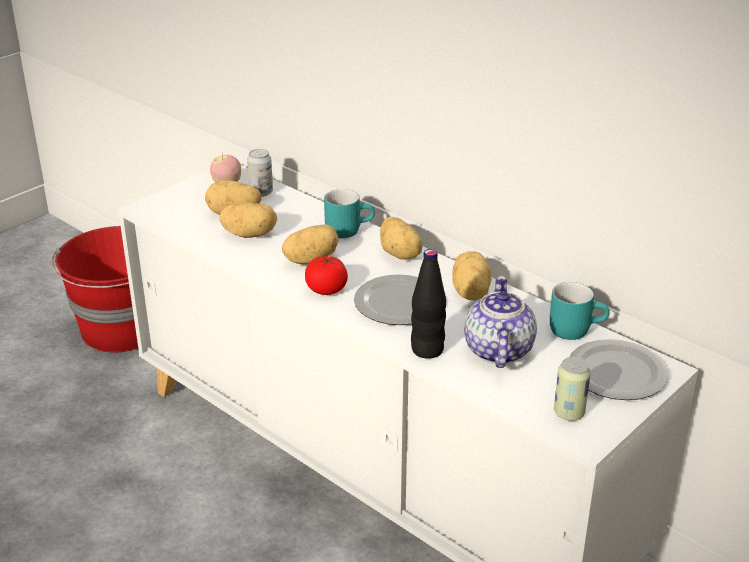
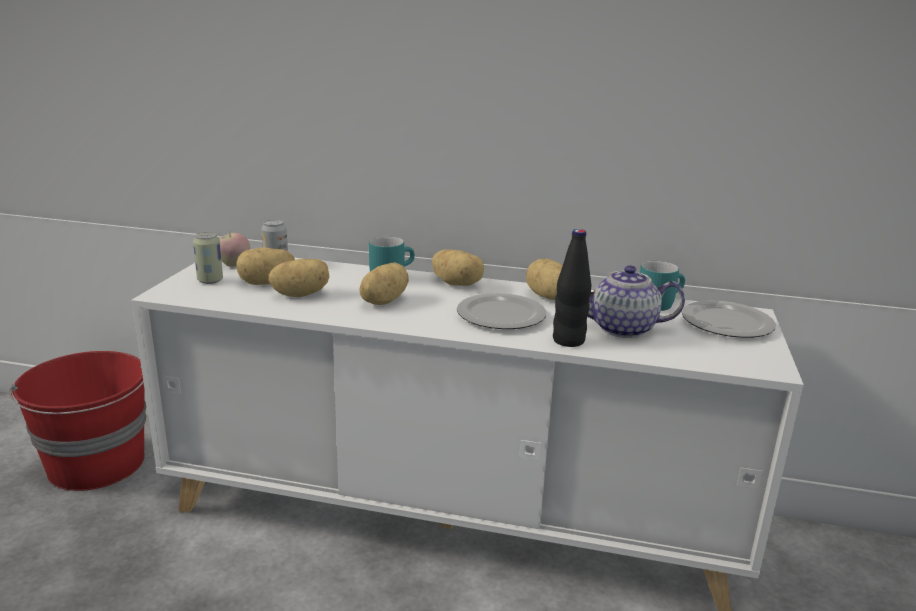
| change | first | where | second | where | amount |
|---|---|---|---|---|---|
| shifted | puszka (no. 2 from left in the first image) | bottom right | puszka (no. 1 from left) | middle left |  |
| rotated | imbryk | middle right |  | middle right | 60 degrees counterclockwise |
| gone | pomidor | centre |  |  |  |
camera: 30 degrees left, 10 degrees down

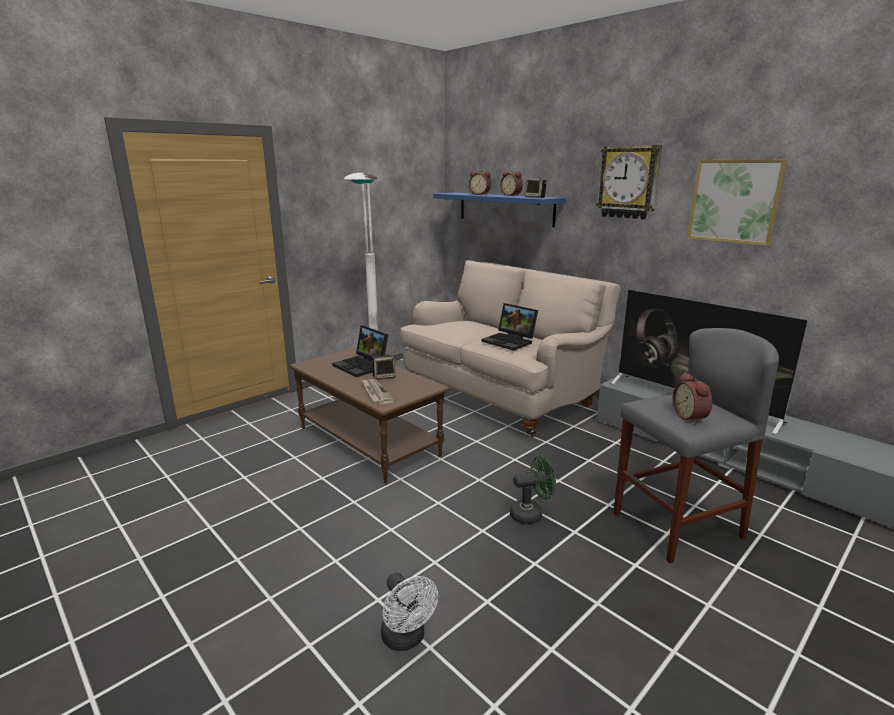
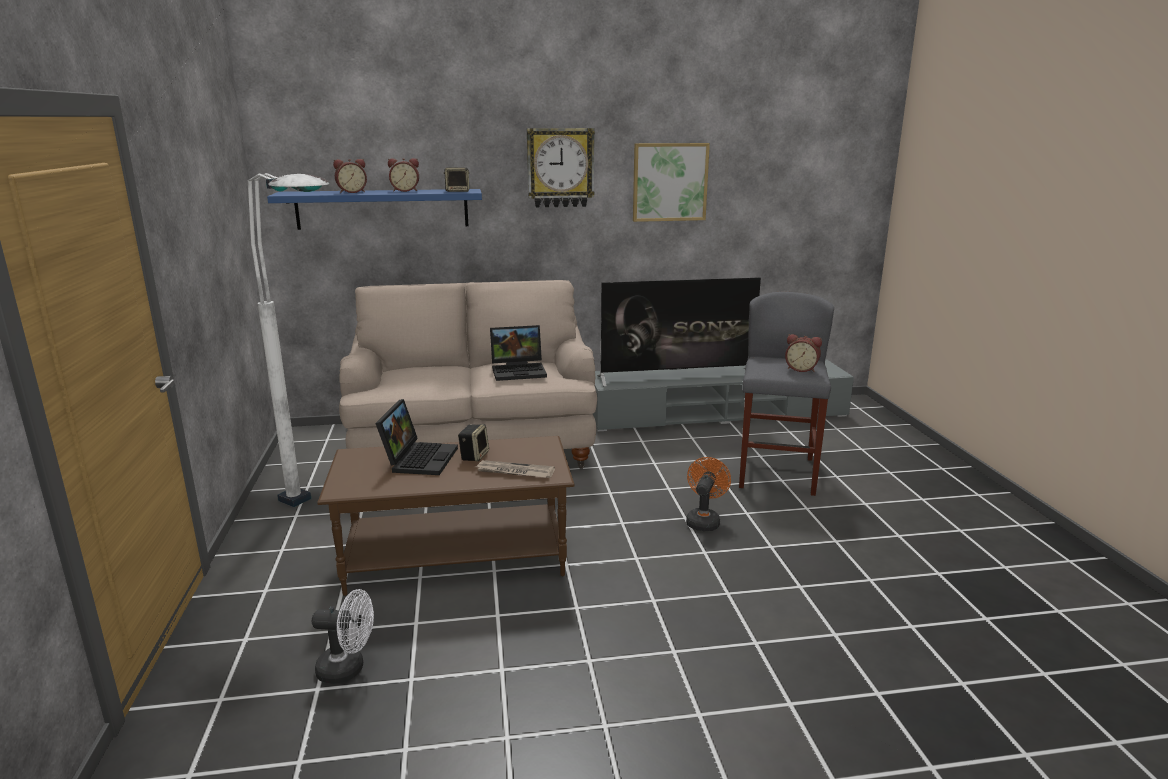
| change | first | where | second | where | amount |
|---|---|---|---|---|---|
| shifted | wentylator [biały] | bottom centre |  | bottom left |  |
| rotated | laptop (no. 1 from left) | centre |  | centre | 75 degrees counterclockwise |
| repainted | wentylator [zielony] | bottom centre | wentylator [pomarańczowy] | centre |  |
camera: 55 degrees left, 0 degrees up

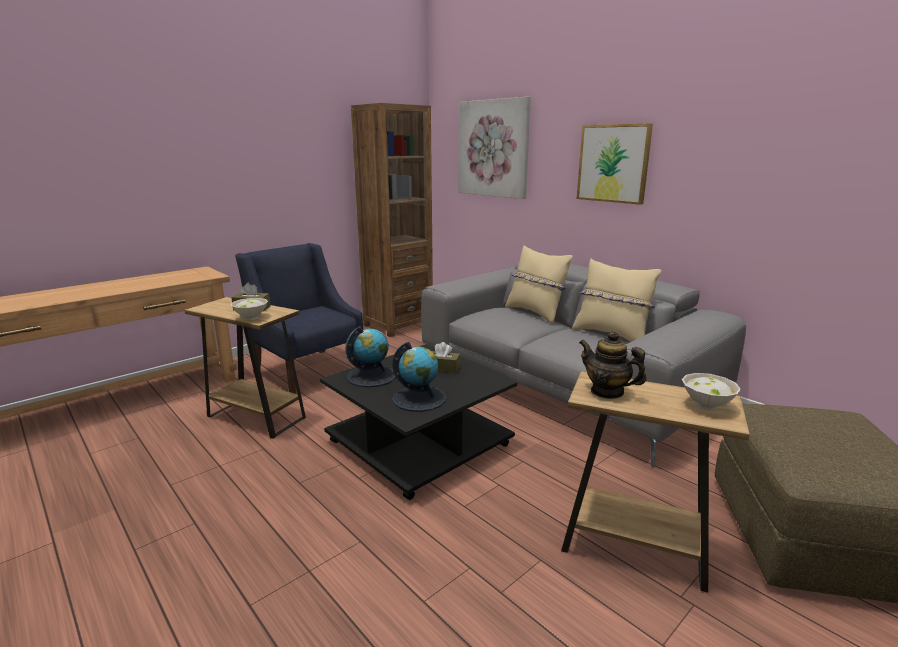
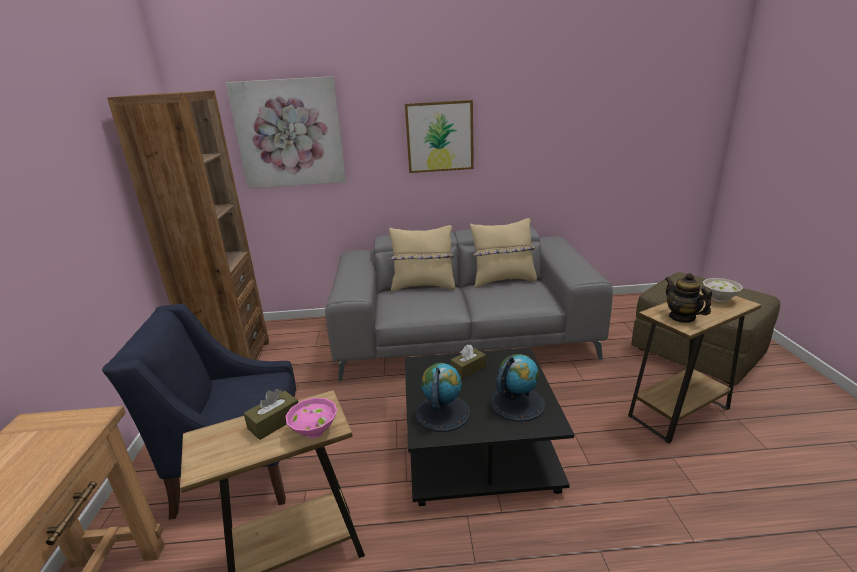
| change | first | where | second | where | amount |
|---|---|---|---|---|---|
| repainted | miska [biały] (no. 1 from left) | middle left | miska [różowy] | bottom centre |  |
| rotated | imbryk | middle right |  | middle right | 75 degrees clockwise |
camera: 50 degrees left, 5 degrees up

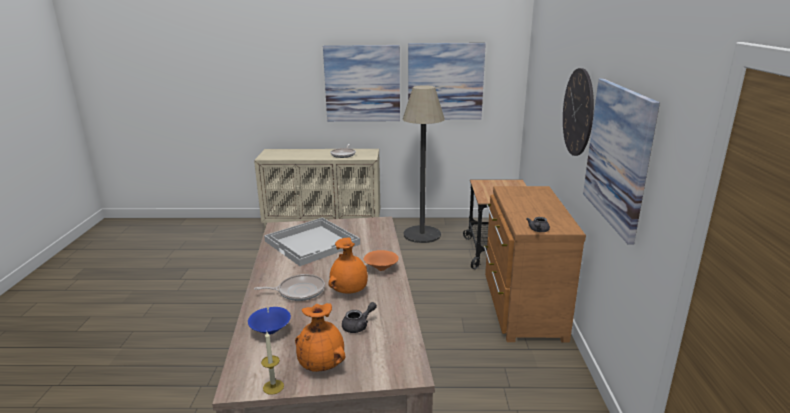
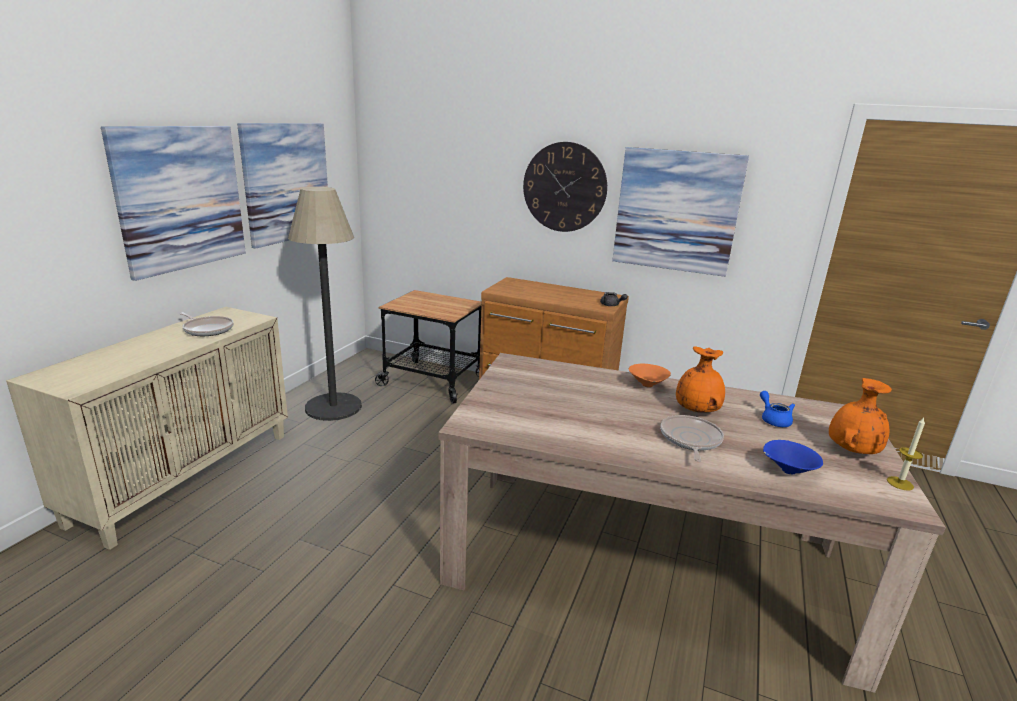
| change | first | where | second | where | amount |
|---|---|---|---|---|---|
| repainted | imbryk [szary] (no. 1 from left) | bottom centre | imbryk [niebieski] | middle right |  |
| gone | taca [biały] | centre |  |  |  |
camera: 70 degrees left, 0 degrees up

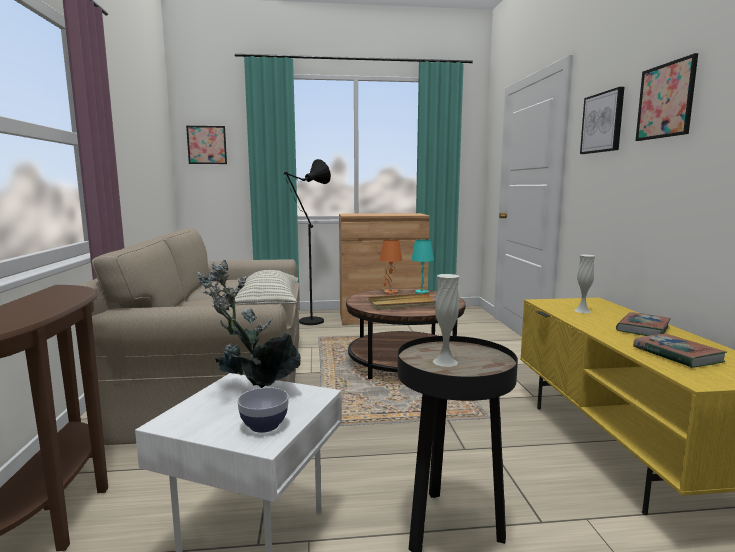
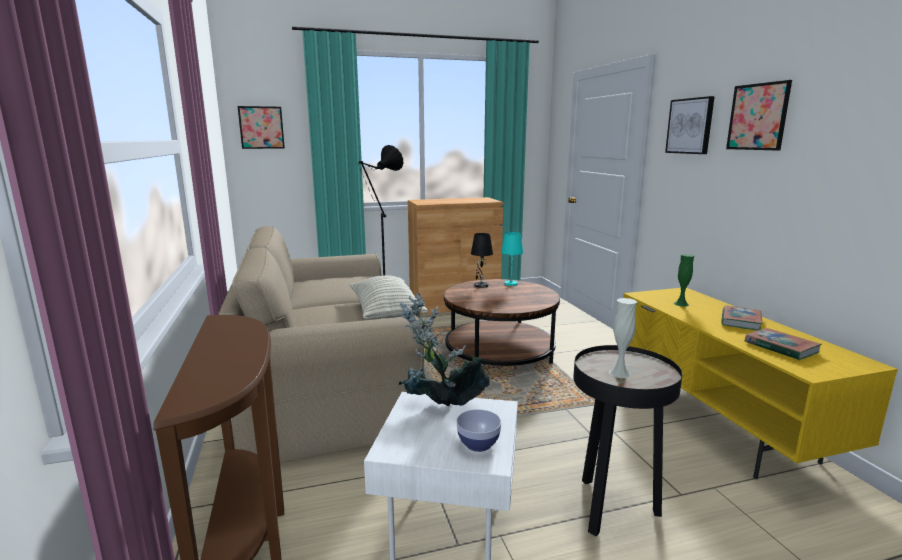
| change | first | where | second | where | amount |
|---|---|---|---|---|---|
| repainted | lampa stołowa [pomarańczowy] | centre | lampa stołowa [czarny] | centre |  |
| repainted | wazon [biały] (no. 2 from left) | middle right | wazon [zielony] | middle right |  |
| gone | taca [beżowy] | centre |  |  |  |
camera: 10 degrees left, 5 degrees up

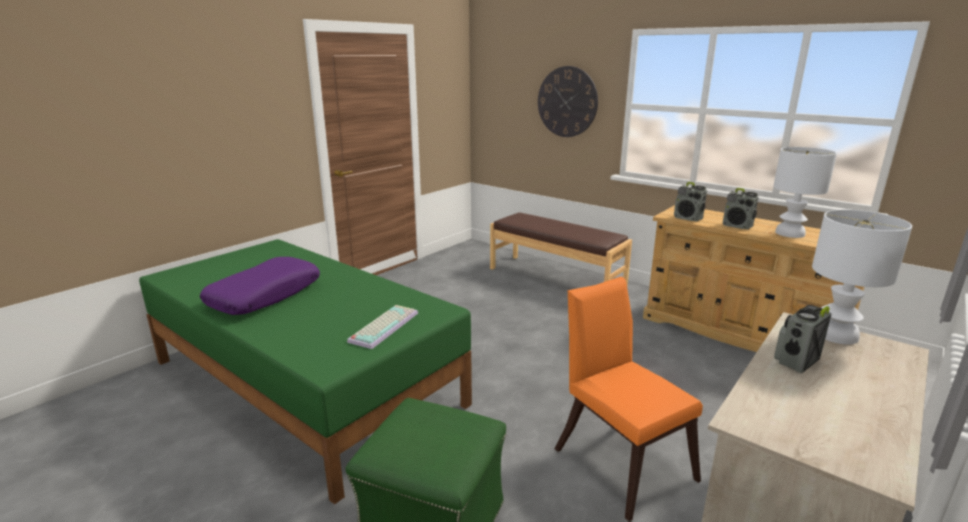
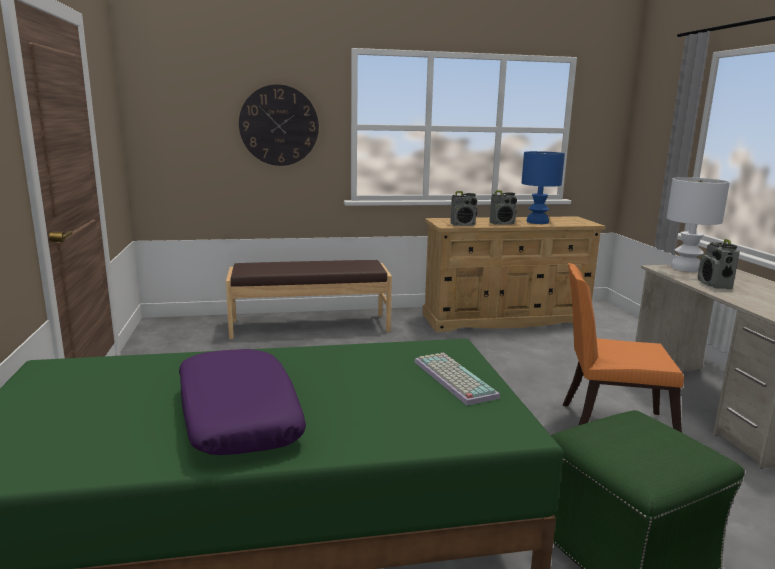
| change | first | where | second | where | amount |
|---|---|---|---|---|---|
| repainted | lampa stołowa [biały] (no. 1 from left) | middle right | lampa stołowa [niebieski] | top right |  |
camera: 50 degrees left, 5 degrees down

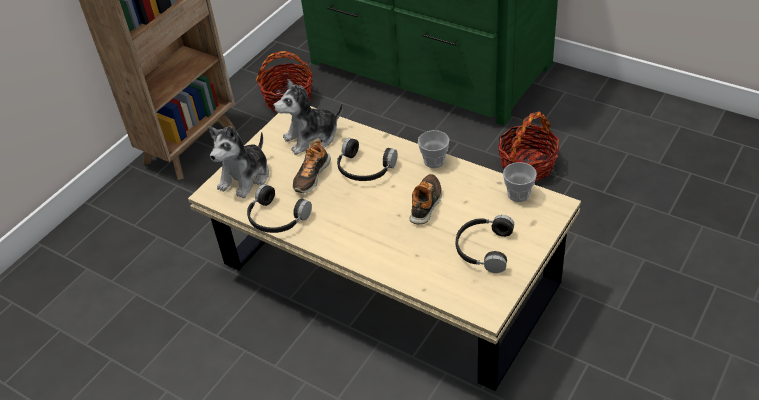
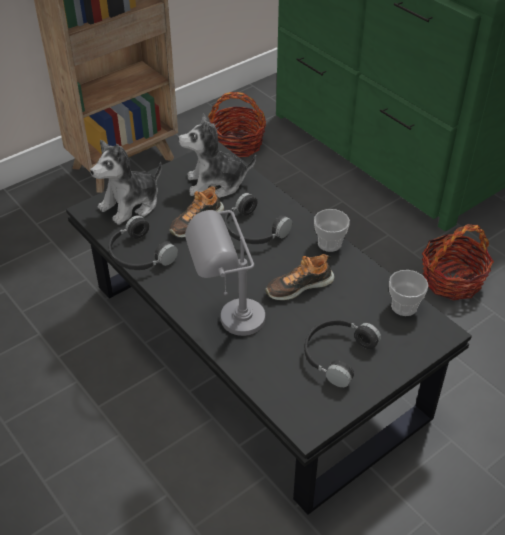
| change | first | where | second | where | amount |
|---|---|---|---|---|---|
| repainted | ława [beżowy] | centre | ława [czarny] | centre |  |
| new |  |  | lampa stołowa [szary] | centre |  |
| rotated | but (no. 2 from left) | centre |  | centre | 150 degrees counterclockwise |
camera: 15 degrees right, 0 degrees up

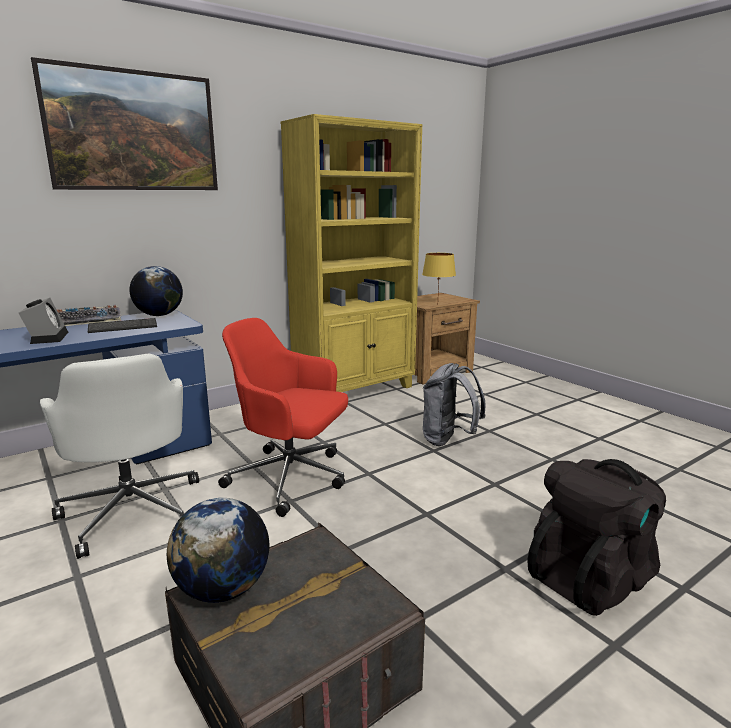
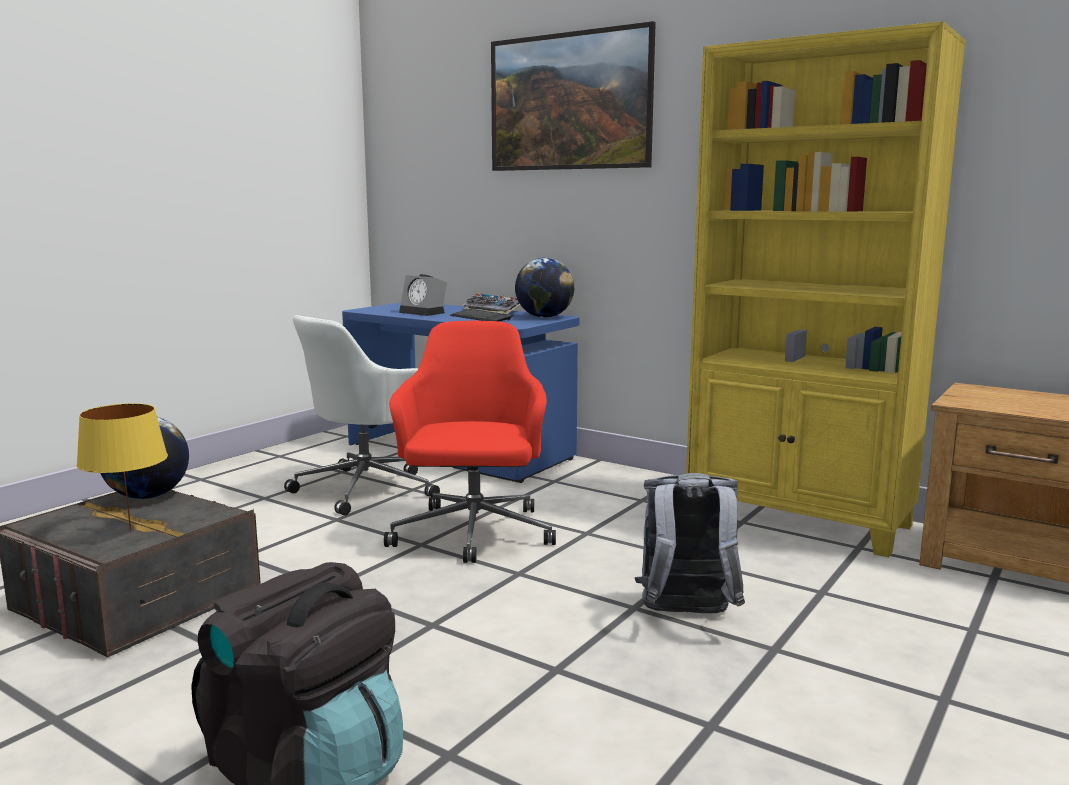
| change | first | where | second | where | amount |
|---|---|---|---|---|---|
| shifted | lampa stołowa [żółty] | centre |  | middle left |  |
| rotated | budzik | middle left |  | centre | 75 degrees clockwise |
camera: 70 degrees right, 5 degrees down

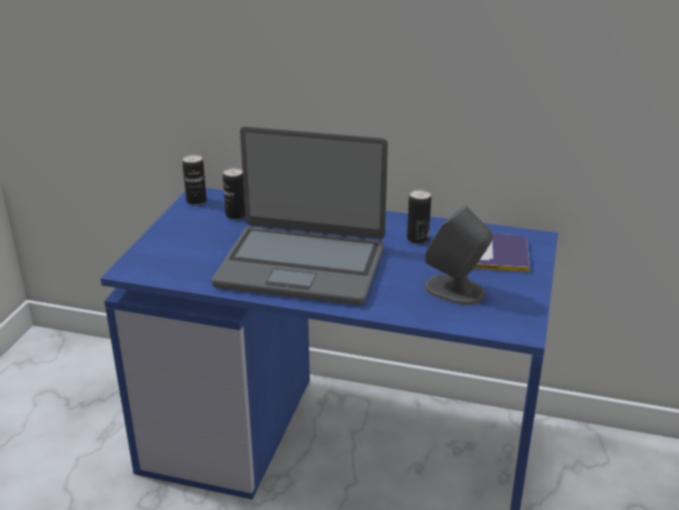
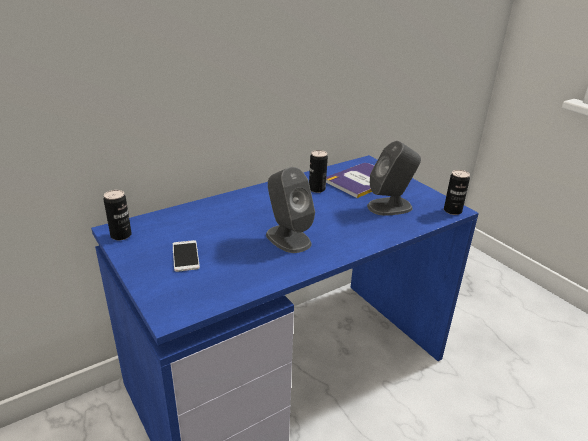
| change | first | where | second | where | amount |
|---|---|---|---|---|---|
| new |  |  | telefon | middle left |  |
| swapped | laptop | centre | głośnik [szary] (no. 1 from left) | centre |  |
| shifted | puszka (no. 2 from left in the first image) | centre | puszka (no. 3 from left) | middle right |  |
camera: 50 degrees left, 0 degrees up

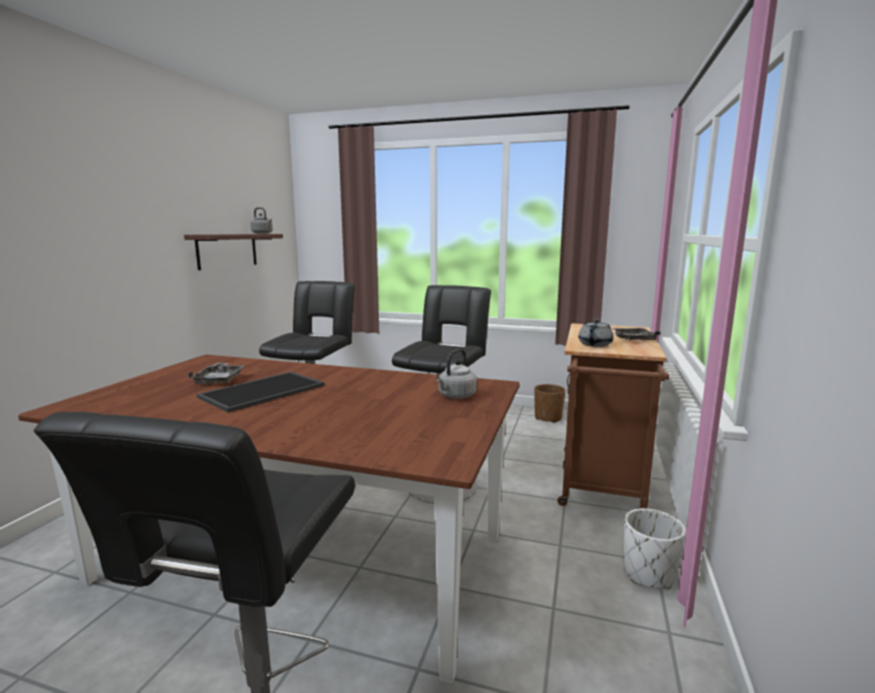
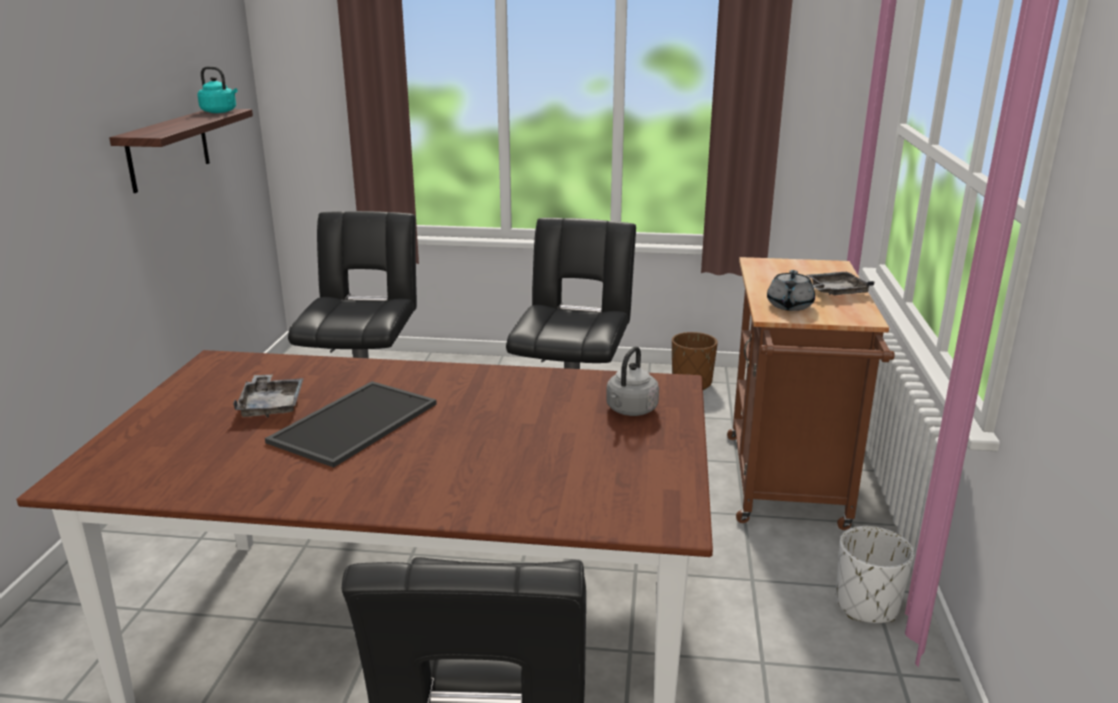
| change | first | where | second | where | amount |
|---|---|---|---|---|---|
| repainted | czajnik [szary] (no. 1 from left) | top left | czajnik [turkusowy] | top left |  |
camera: 10 degrees left, 10 degrees up

